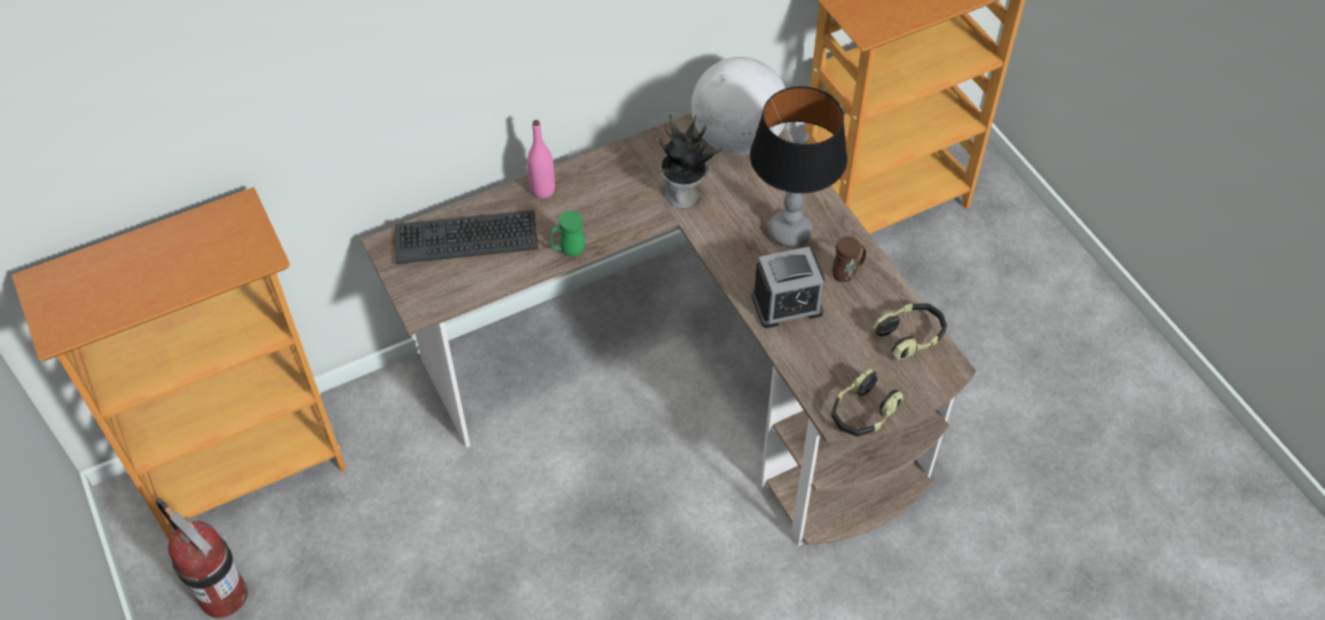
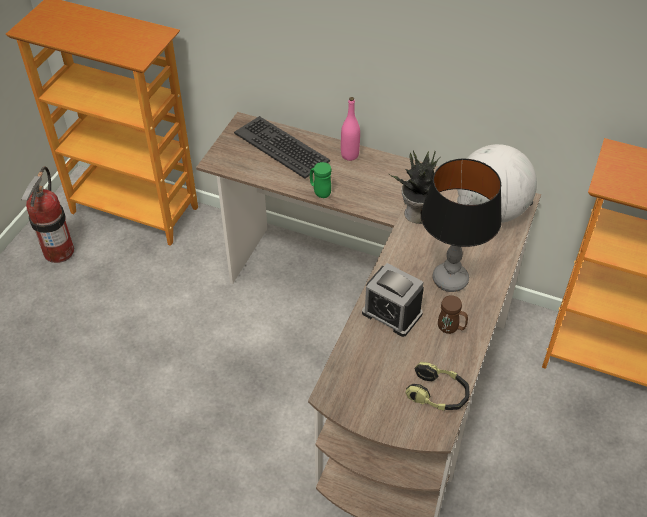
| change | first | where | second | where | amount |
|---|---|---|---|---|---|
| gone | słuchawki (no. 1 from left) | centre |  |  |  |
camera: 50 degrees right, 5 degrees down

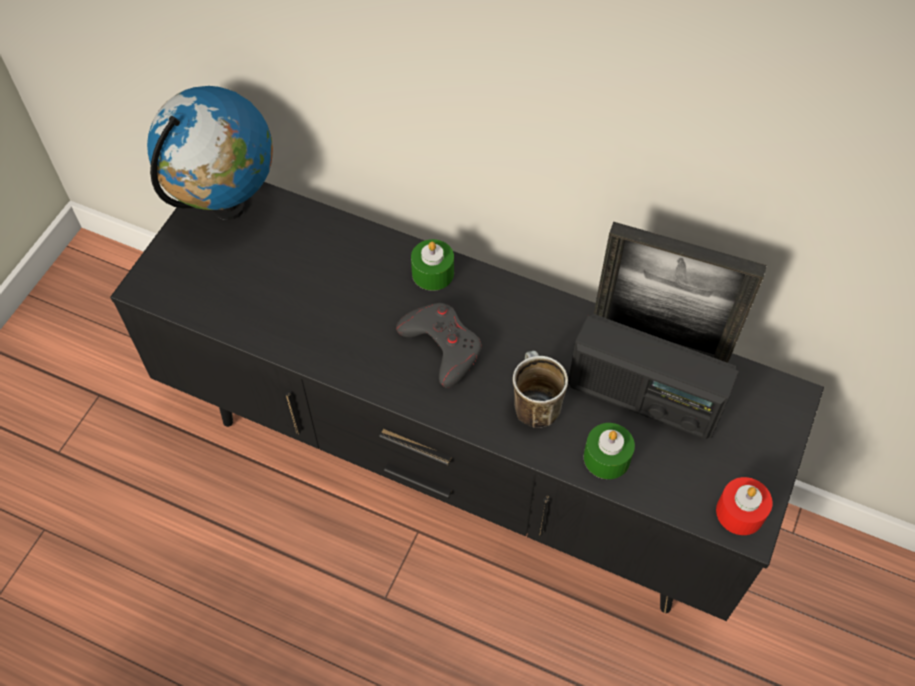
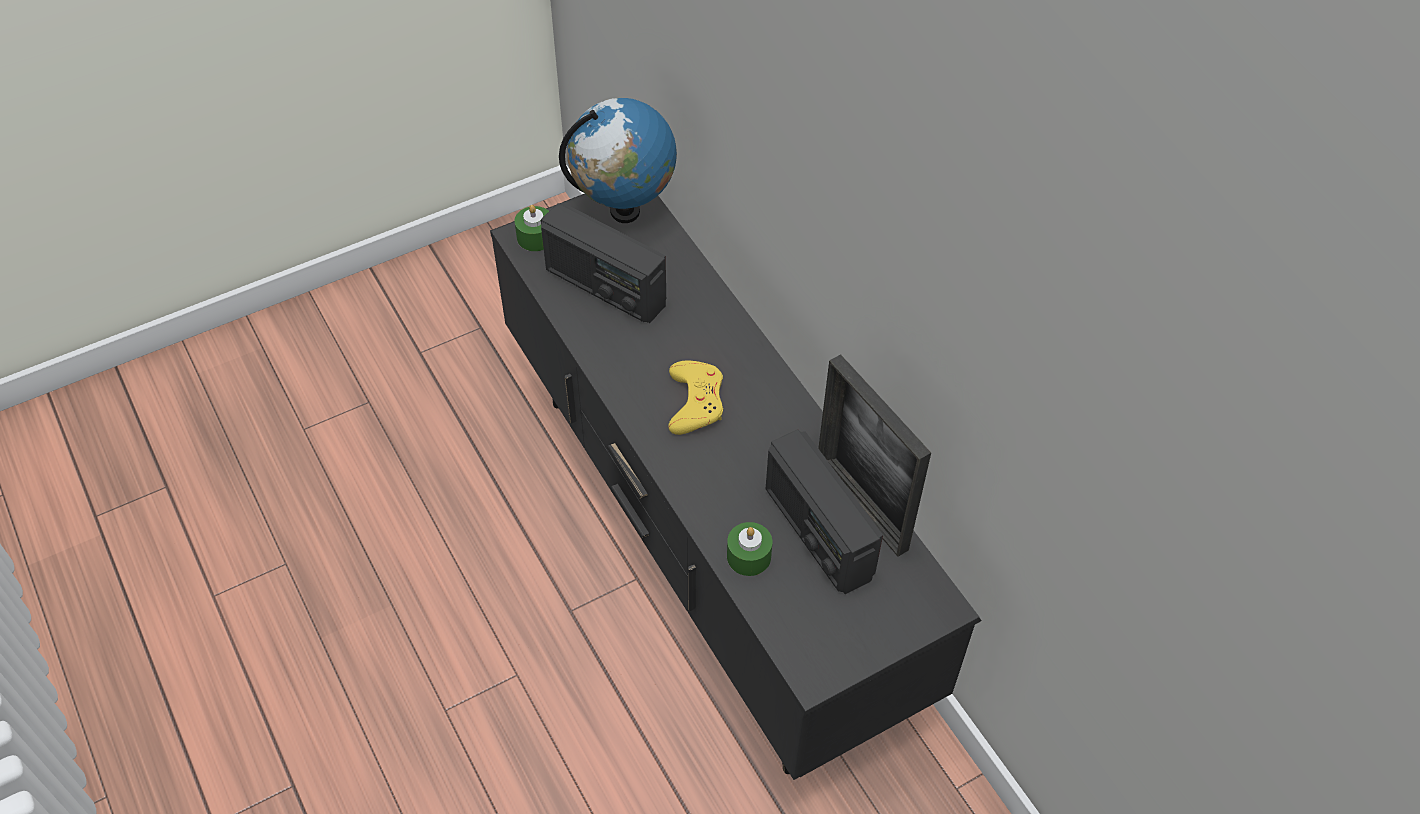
| change | first | where | second | where | amount |
|---|---|---|---|---|---|
| shifted | świeca [zielony] (no. 1 from left) | centre |  | top centre |  |
| new |  |  | radio (no. 1 from left) | top centre |  |
| repainted | pad do gier [szary] | centre | pad do gier [żółty] | centre |  |
| gone | kubek | centre |  |  |  |
| gone | świeca [czerwony] | bottom right |  |  |  |
camera: 35 degrees right, 5 degrees down

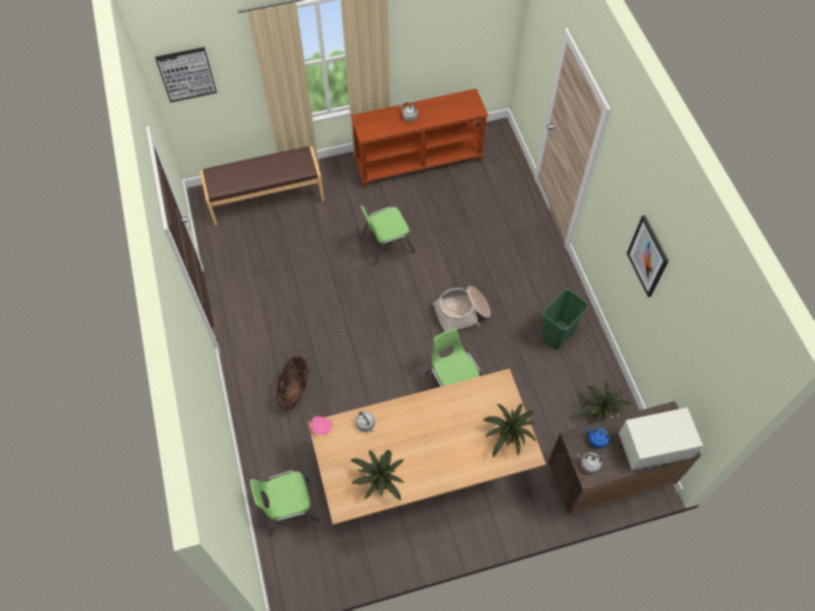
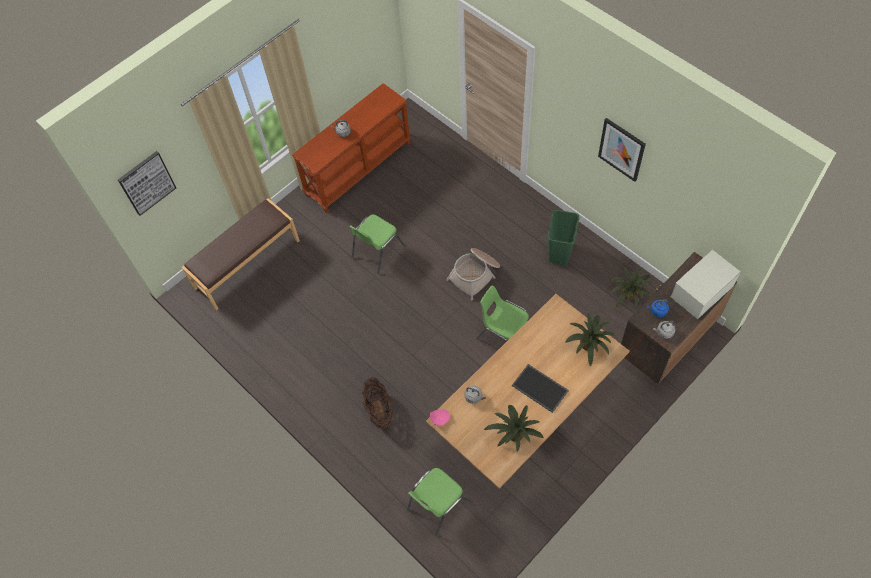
| change | first | where | second | where | amount |
|---|---|---|---|---|---|
| new |  |  | taca | bottom centre |  |
camera: 25 degrees left, 0 degrees up

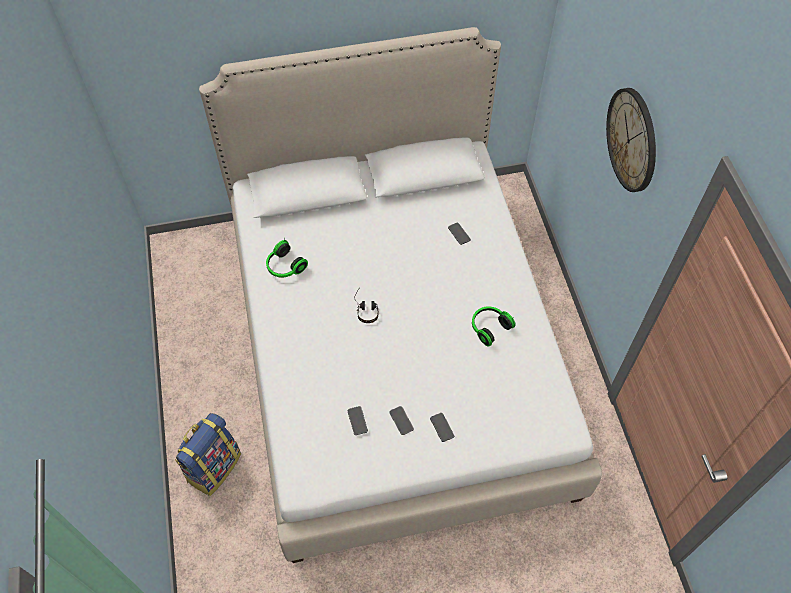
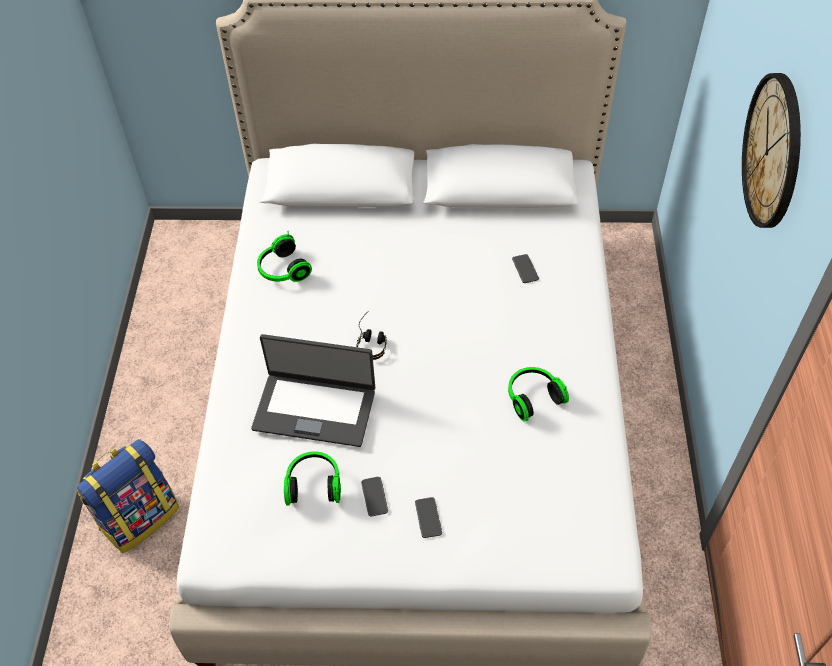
| change | first | where | second | where | amount |
|---|---|---|---|---|---|
| new |  |  | laptop | centre |  |
| swapped | telefon (no. 1 from left) | bottom centre | słuchawki (no. 2 from left) | bottom centre |  |
camera: 15 degrees right, 5 degrees down

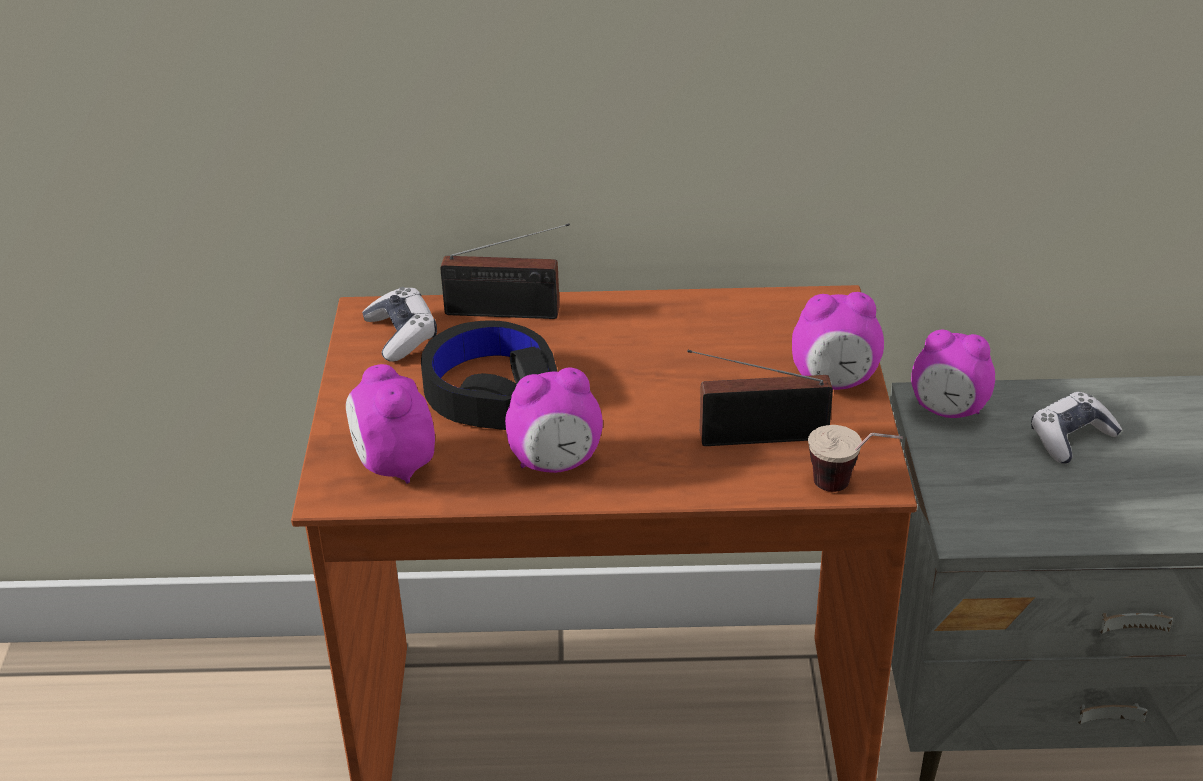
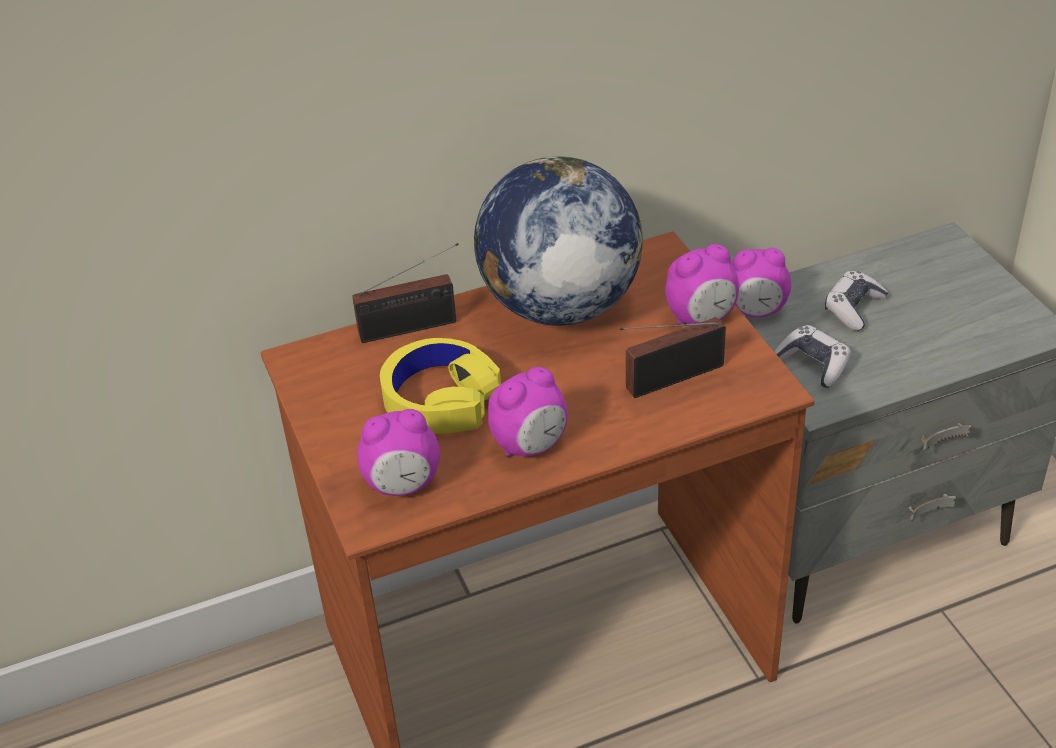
| change | first | where | second | where | amount |
|---|---|---|---|---|---|
| rotated | budzik (no. 1 from left) | middle left |  | centre | 60 degrees counterclockwise |
| repainted | słuchawki [czarny] | centre | słuchawki [żółty] | centre |  |
| new |  |  | globus | top centre |  |
| shifted | pad do gier (no. 1 from left) | middle left |  | middle right |  |
| gone | filiżanka | middle right |  |  |  |
camera: 20 degrees left, 5 degrees up

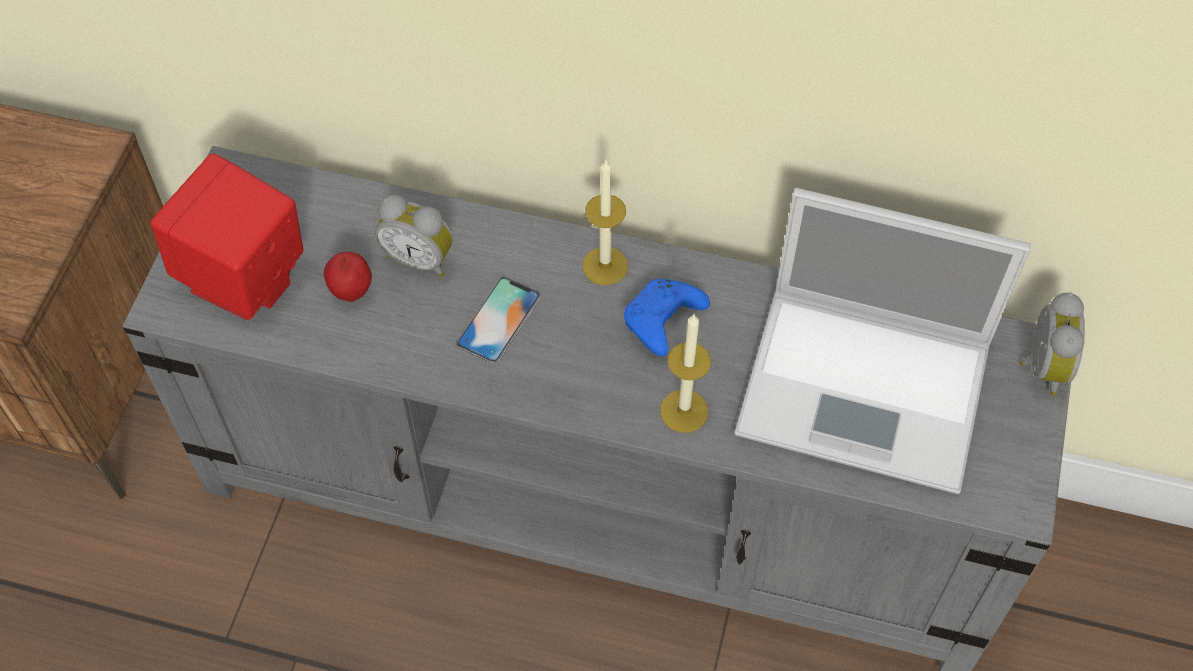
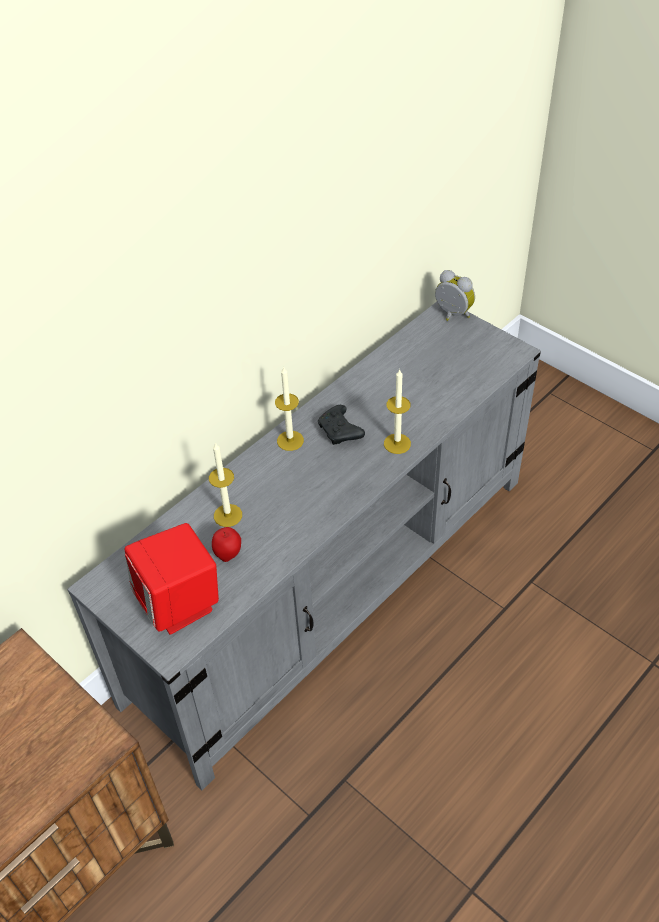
| change | first | where | second | where | amount |
|---|---|---|---|---|---|
| swapped | budzik (no. 1 from left) | centre | świeca (no. 1 from left) | centre |  |
| repainted | pad do gier [niebieski] | centre | pad do gier [czarny] | centre |  |
| gone | telefon | centre |  |  |  |
| gone | laptop | middle right |  |  |  |
camera: 60 degrees left, 10 degrees down

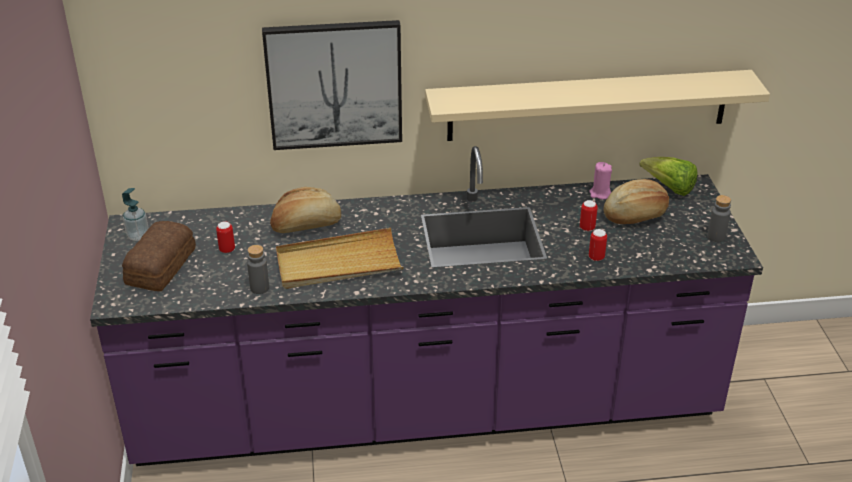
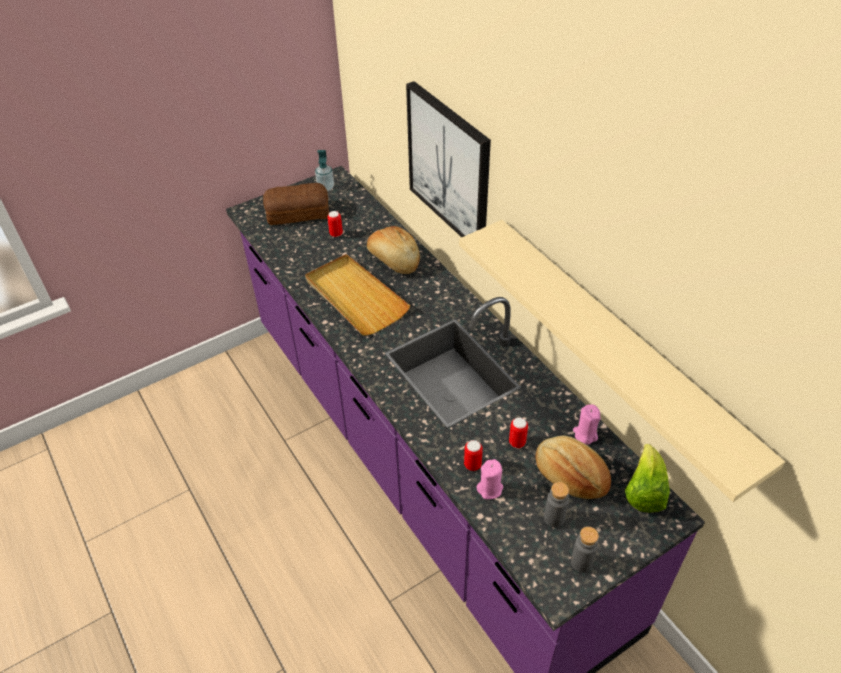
| change | first | where | second | where | amount |
|---|---|---|---|---|---|
| new |  |  | świeca [różowy] (no. 1 from left) | bottom centre |  |
| shifted | butelka [szary] (no. 1 from left) | middle left |  | bottom centre |  |
camera: 65 degrees right, 10 degrees up

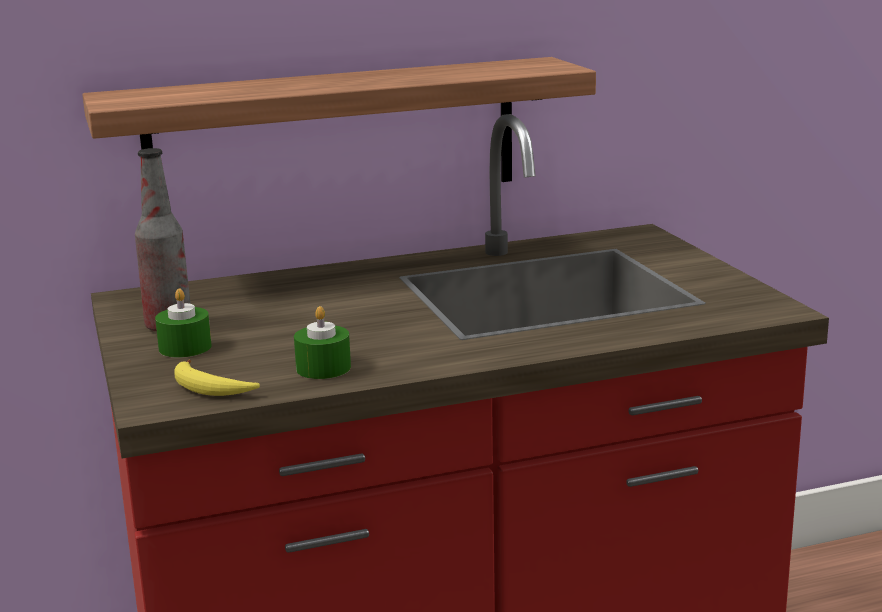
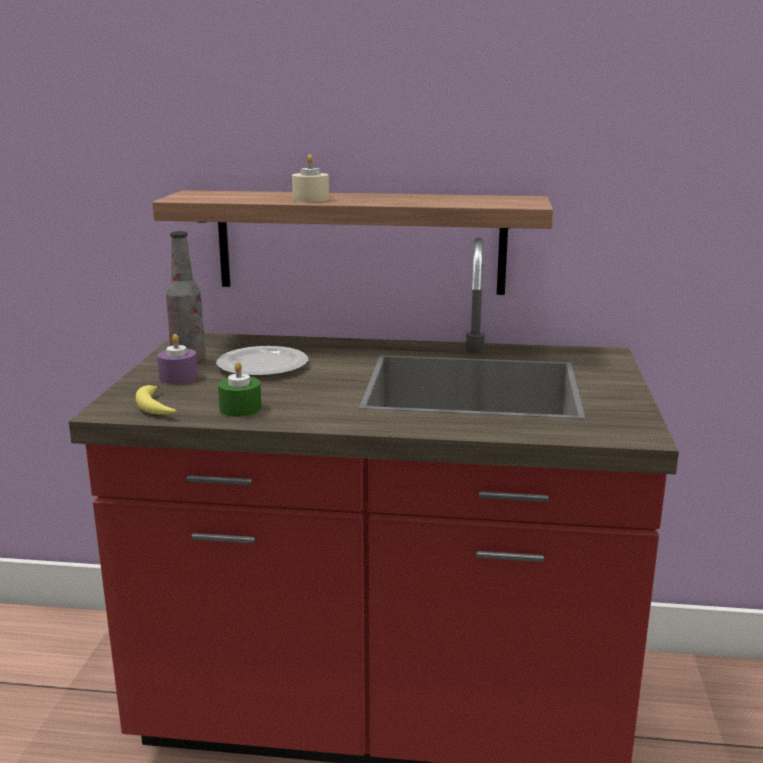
| change | first | where | second | where | amount |
|---|---|---|---|---|---|
| repainted | świeca [zielony] (no. 1 from left) | middle left | świeca [fioletowy] | middle left |  |
| new |  |  | talerz | centre |  |
| new |  |  | świeca [beżowy] | top centre |  |
camera: 25 degrees right, 0 degrees up

